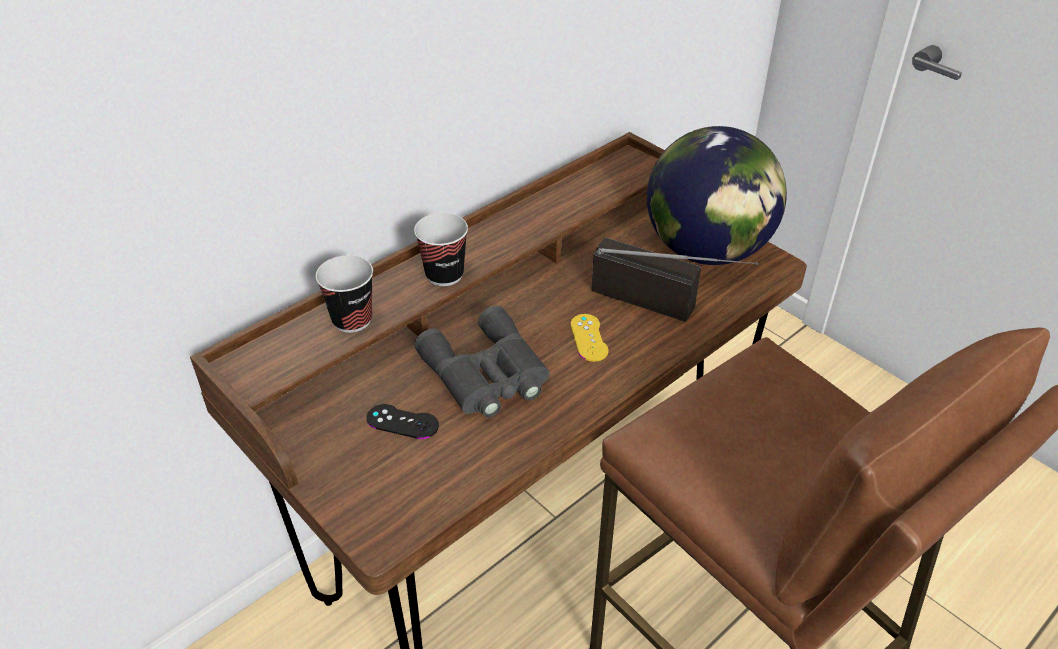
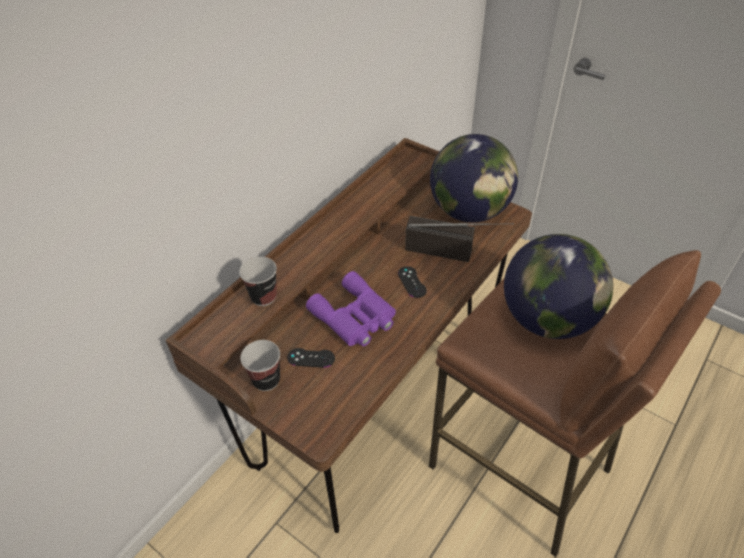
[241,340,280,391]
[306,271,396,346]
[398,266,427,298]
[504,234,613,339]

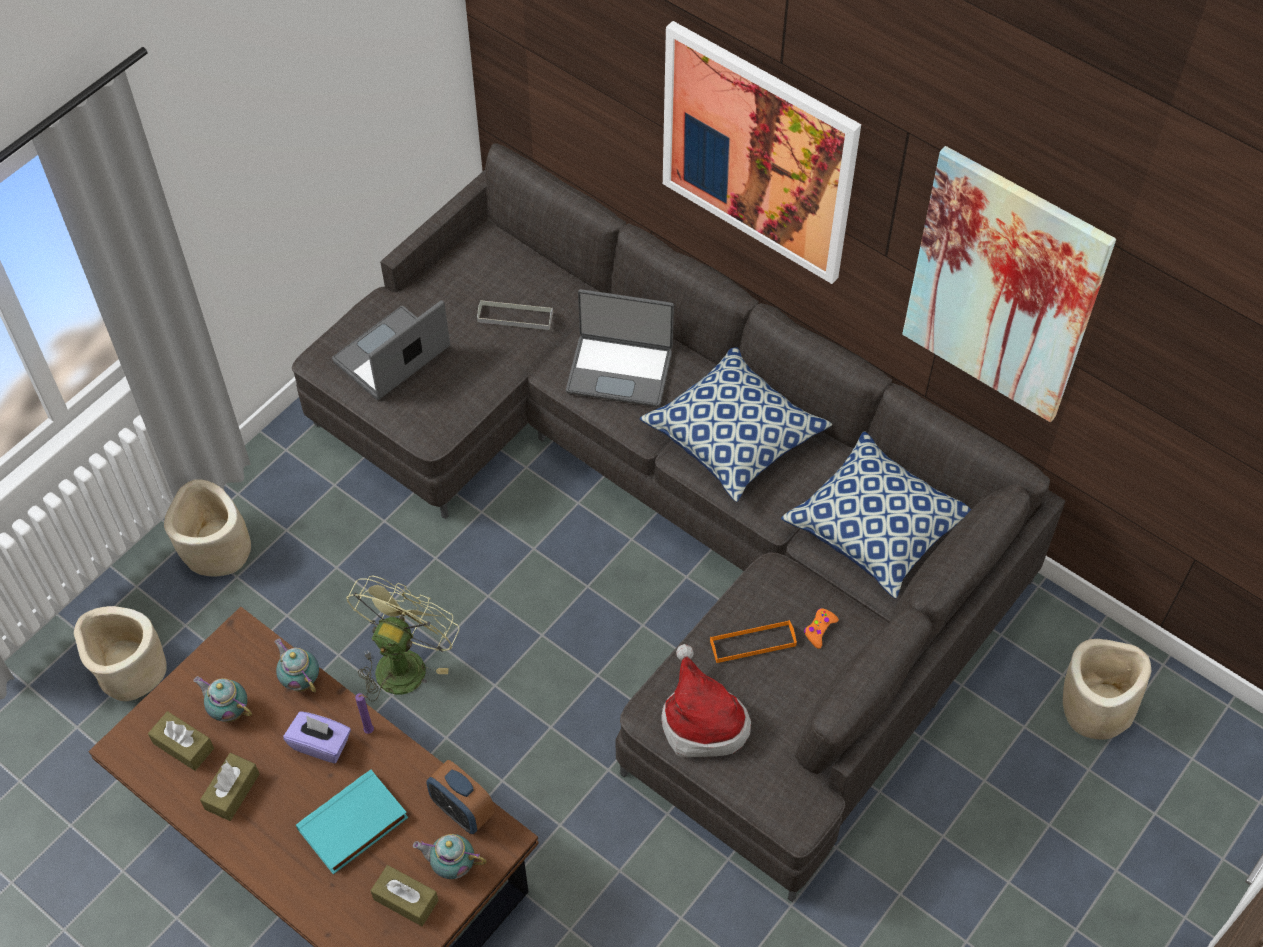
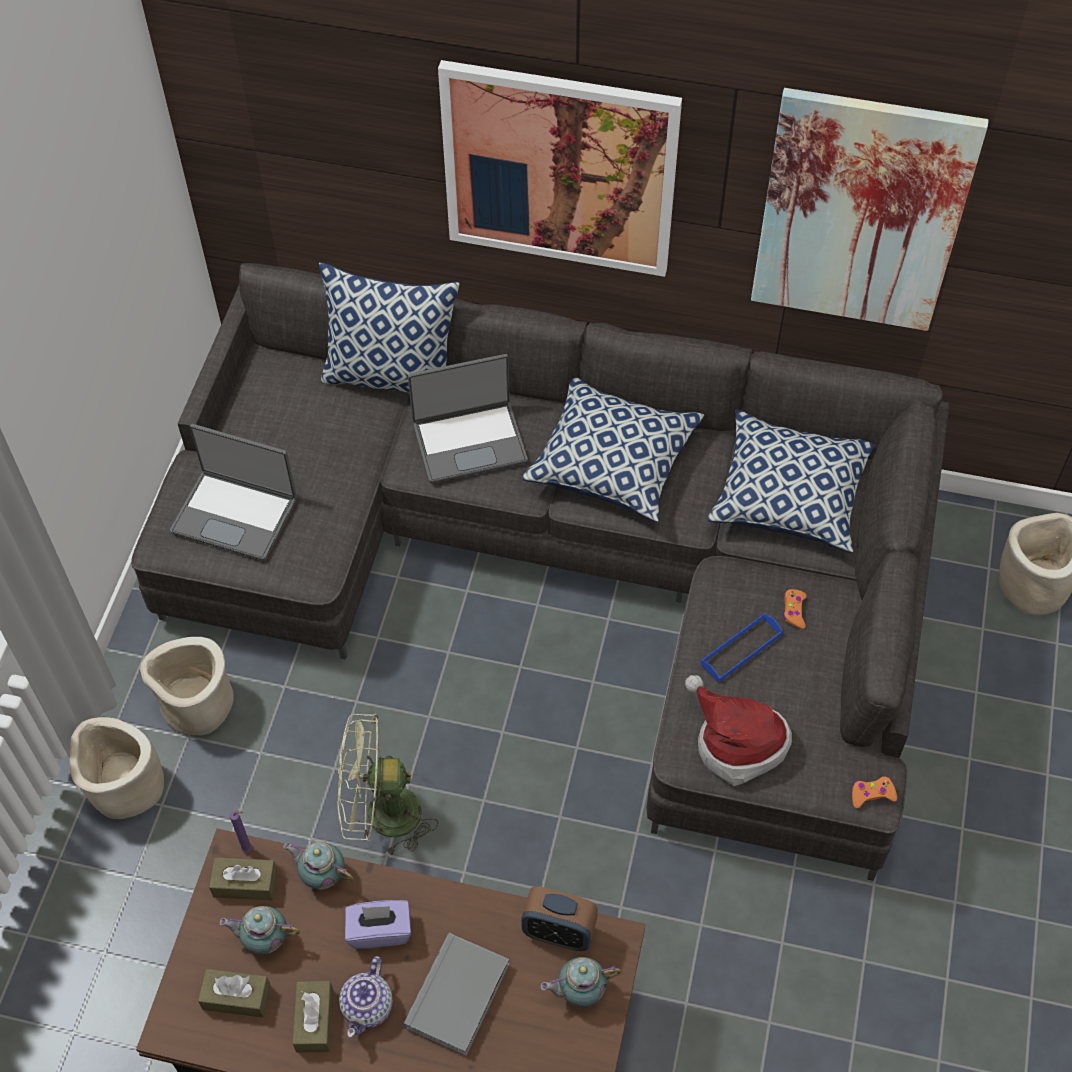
[170,424,296,561]
[477,300,553,330] (first image)
[337,714,438,857]
[140,637,234,736]
[701,613,783,682]
[230,811,252,853]
[403,933,509,1056]
[209,857,278,901]
[319,262,460,393]
[852,776,897,808]
[339,956,393,1038]

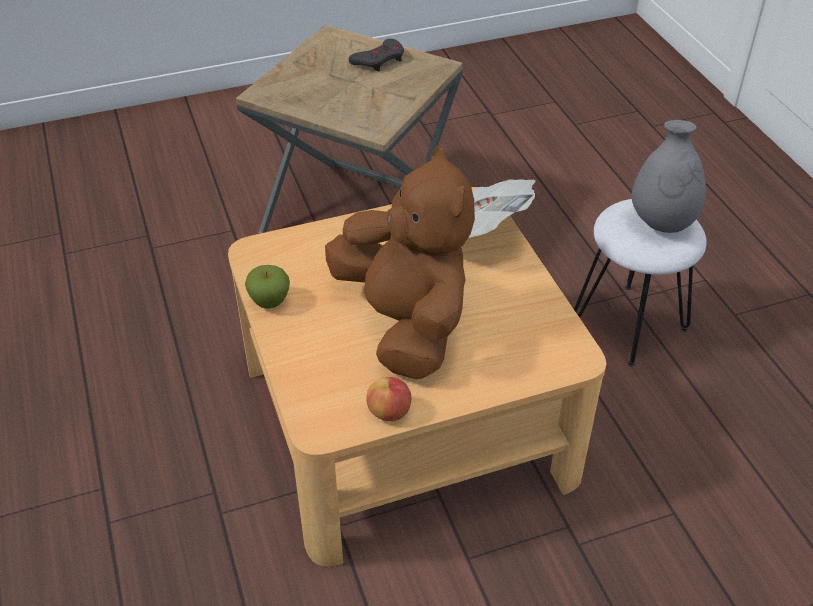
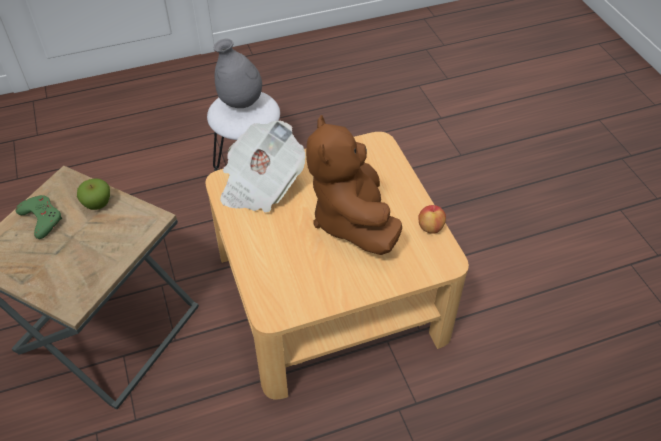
[16,195,62,239]
[306,115,402,255]
[77,178,110,210]

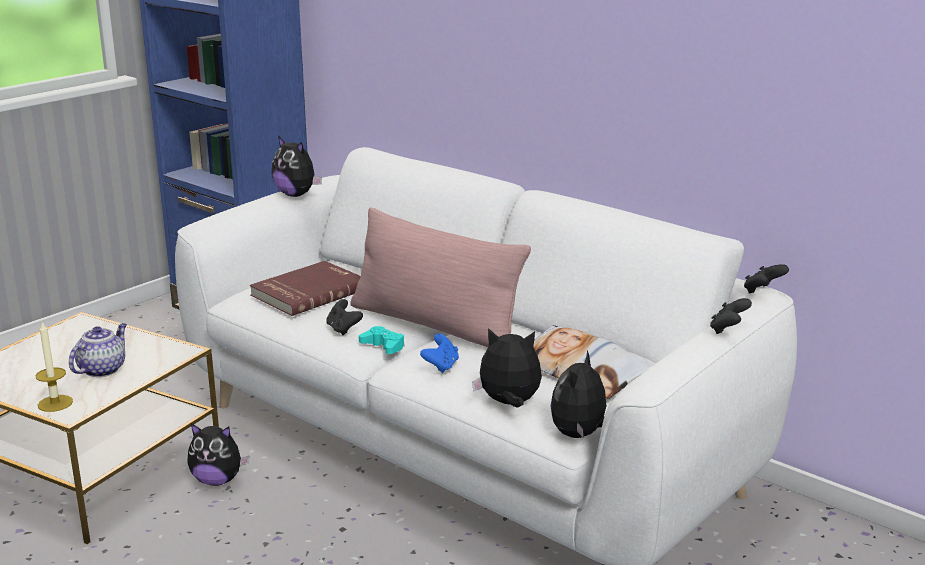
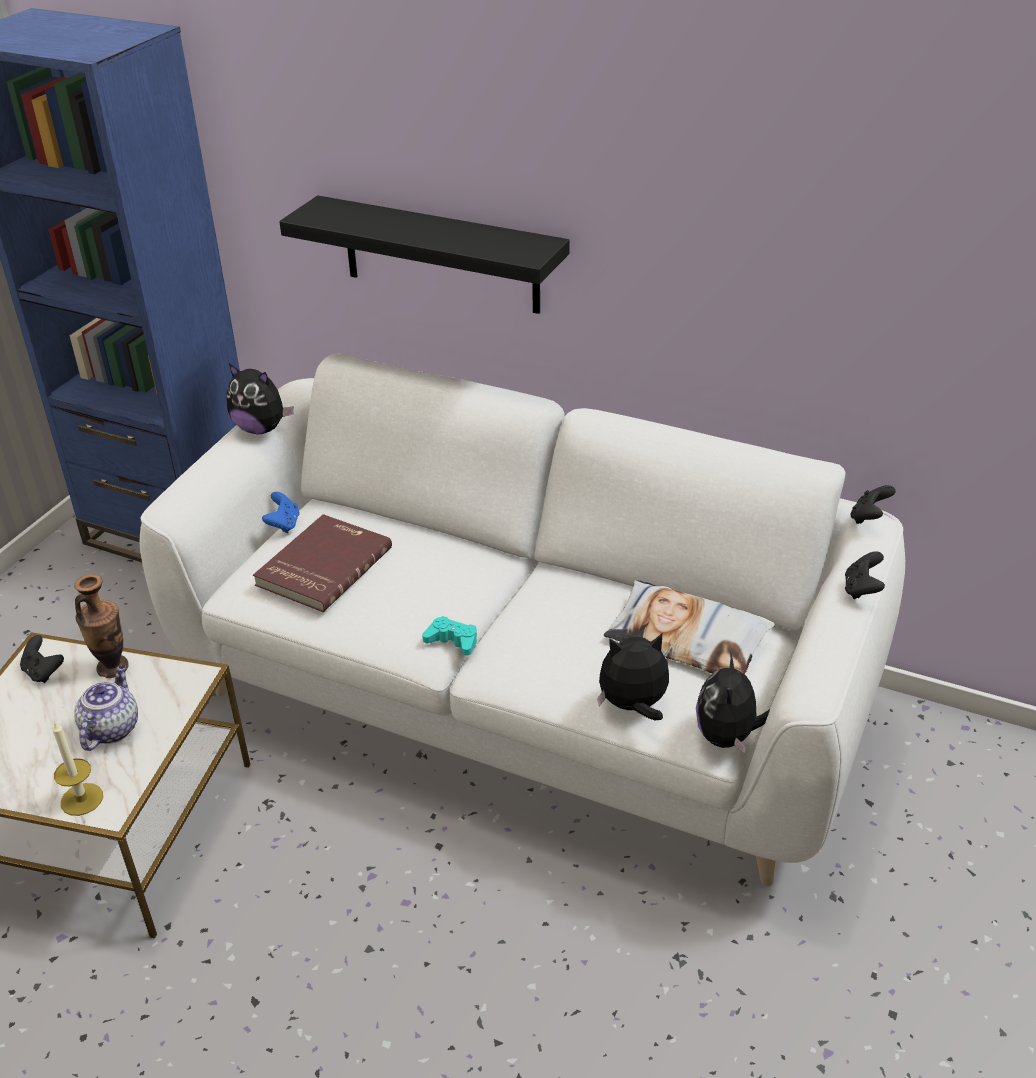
[350,207,531,347] (first image)
[20,635,64,683]
[262,492,300,533]
[187,424,249,486] (first image)
[279,195,570,314]
[74,575,129,678]

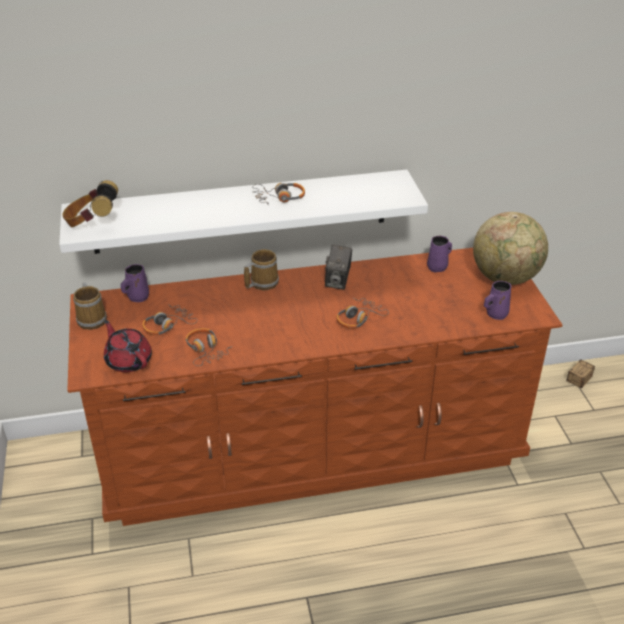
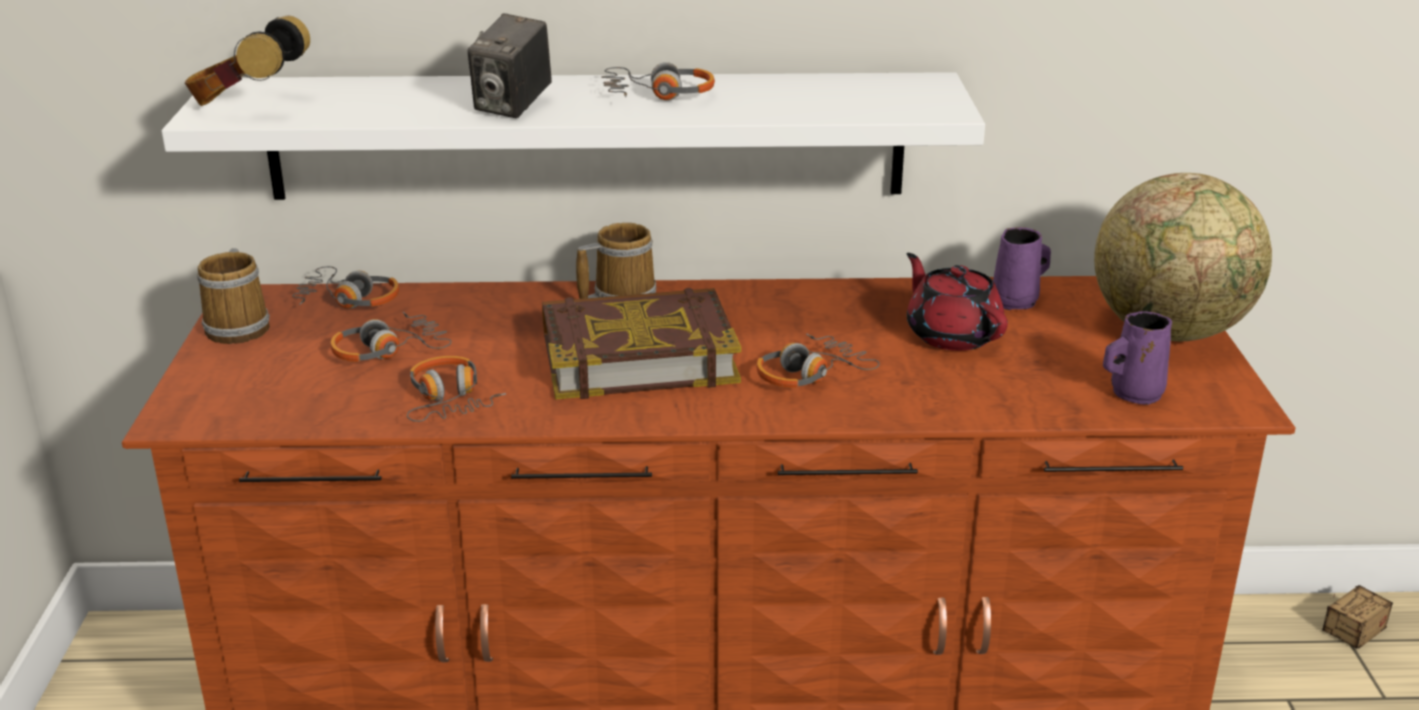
[468,13,552,118]
[293,266,399,308]
[907,253,1008,351]
[542,288,741,400]

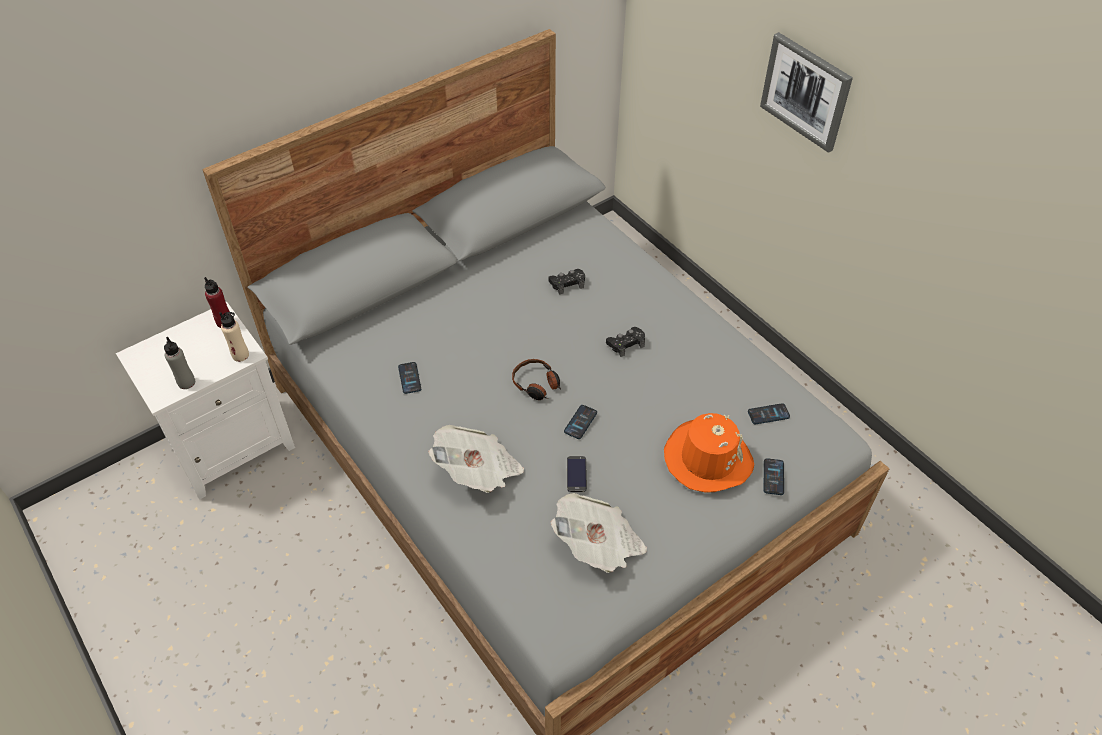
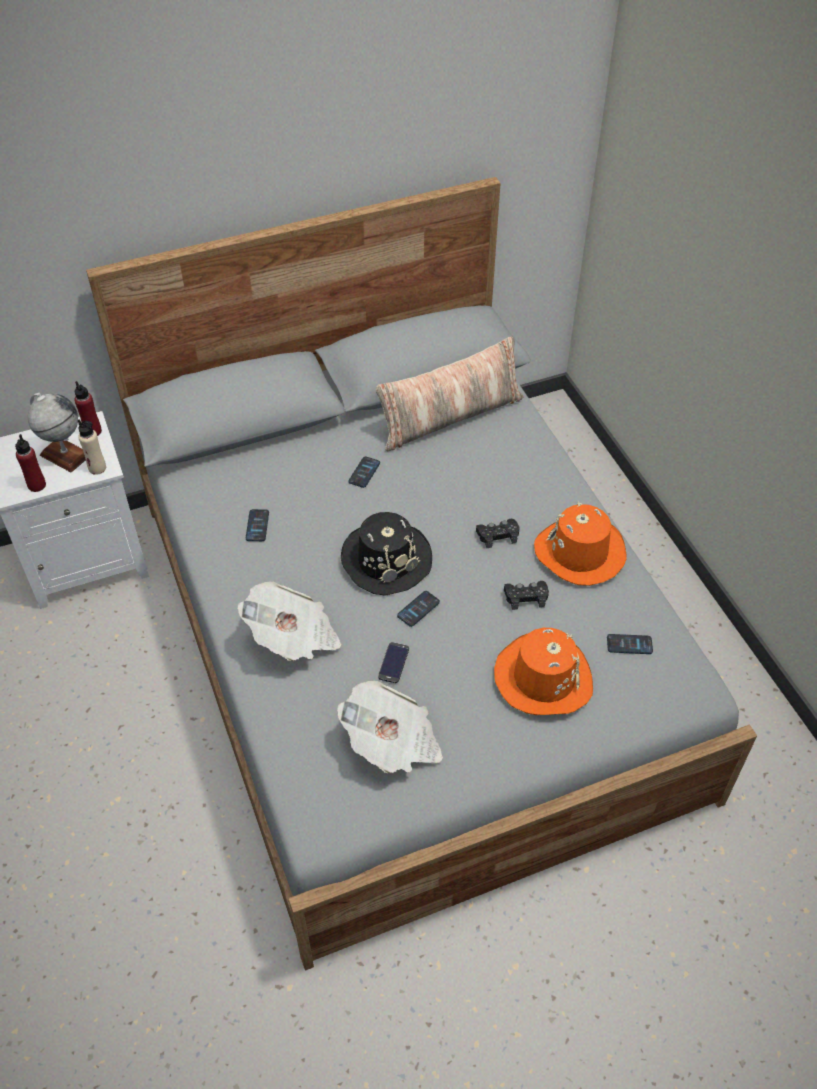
[760,32,853,153] (first image)
[504,581,549,610]
[15,434,46,492]
[341,512,432,596]
[348,457,380,488]
[376,336,524,451]
[28,393,86,472]
[534,502,627,586]

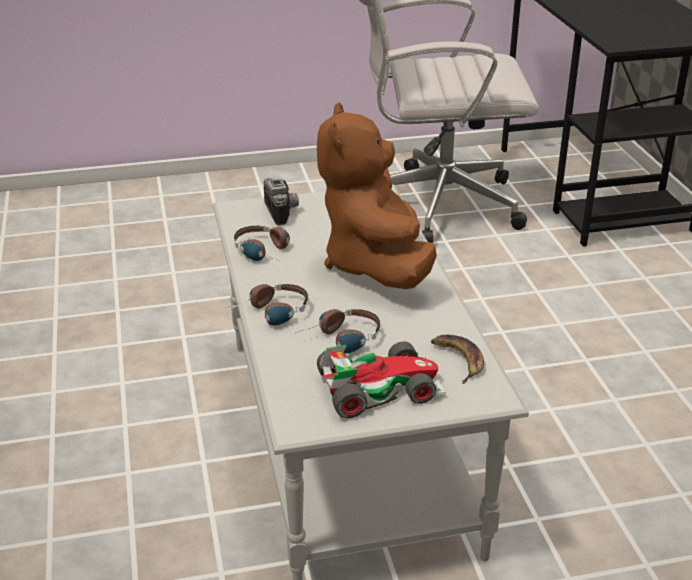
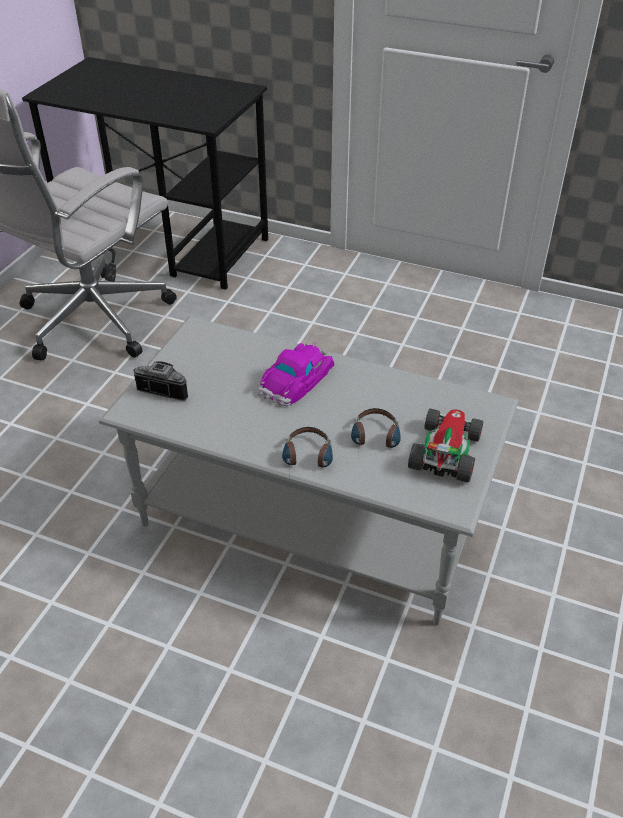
[258,341,334,406]
[234,225,290,261] (first image)
[431,335,484,384] (first image)

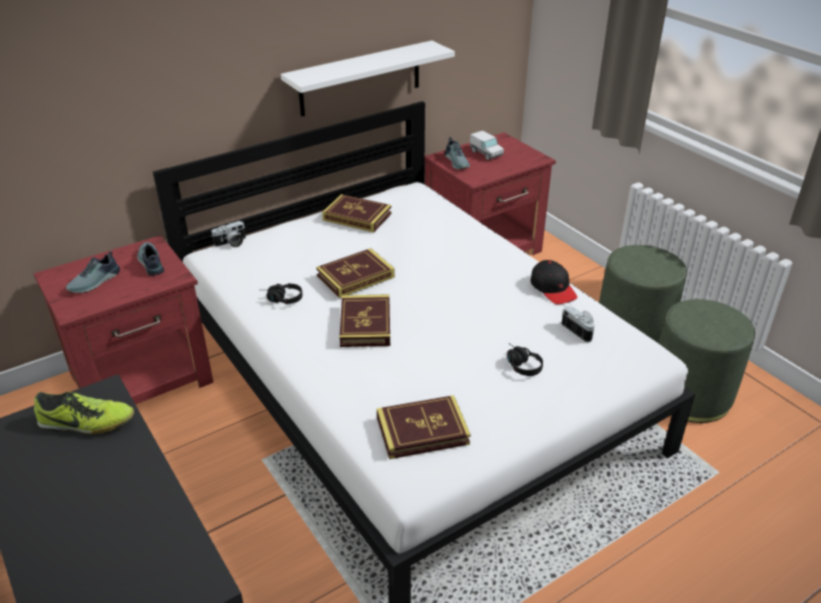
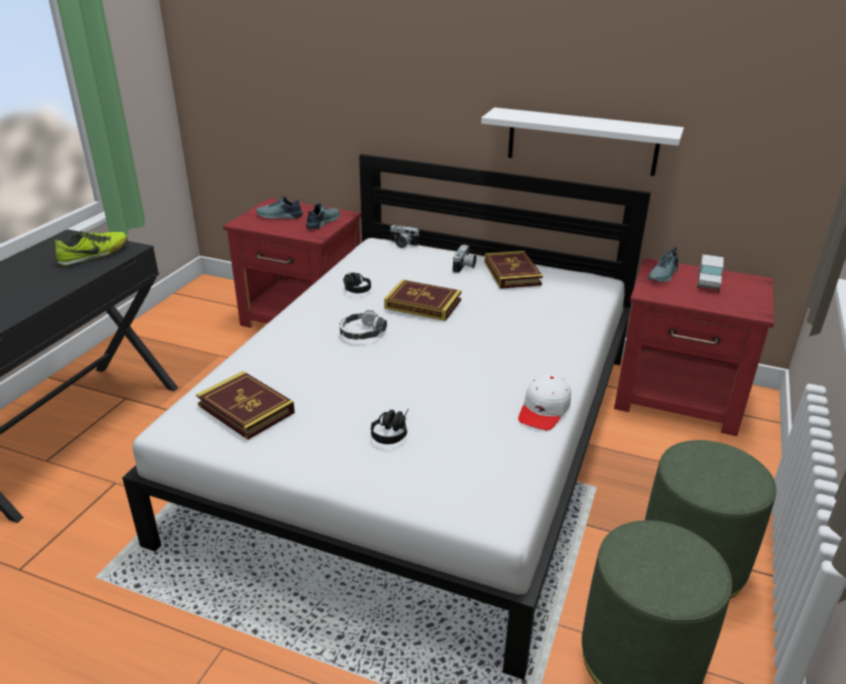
[518,374,571,431]
[339,310,387,340]
[453,245,476,273]
[55,231,128,266]

